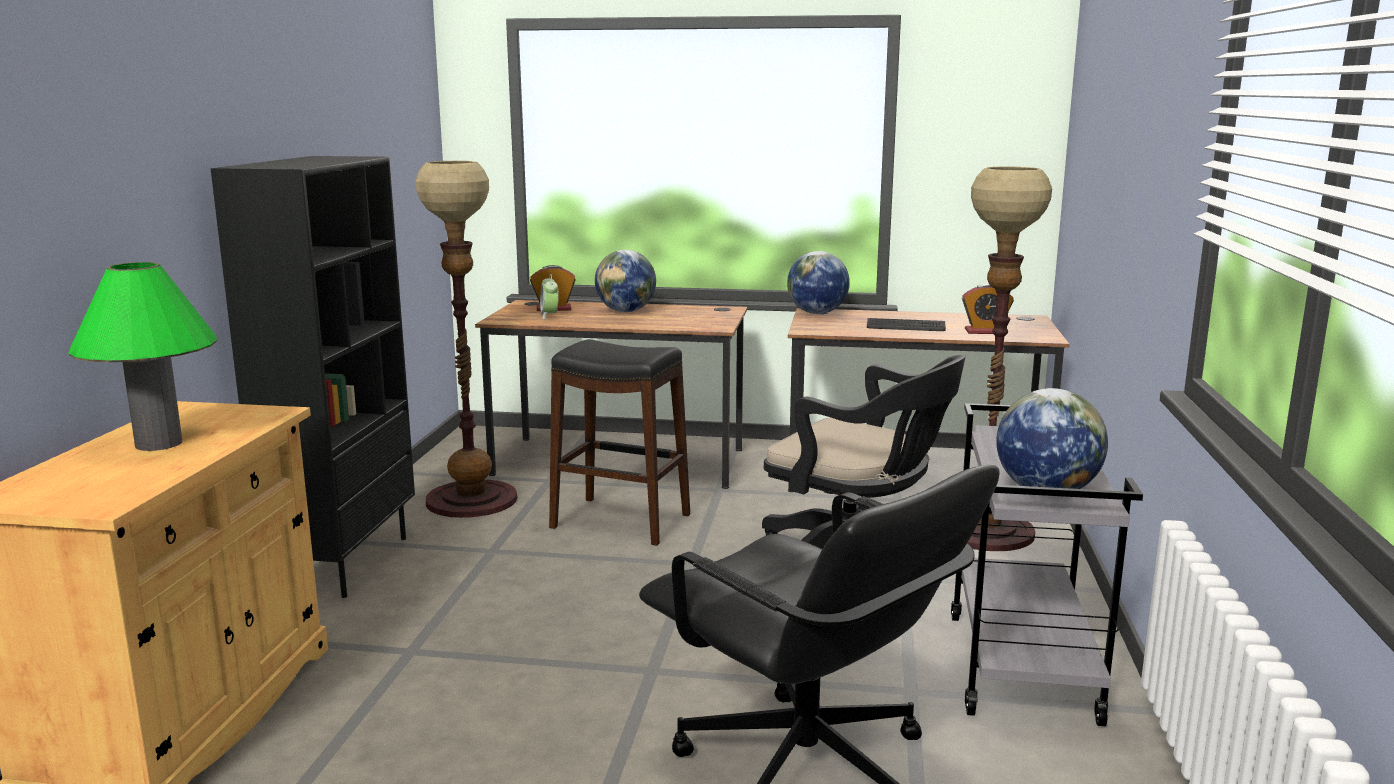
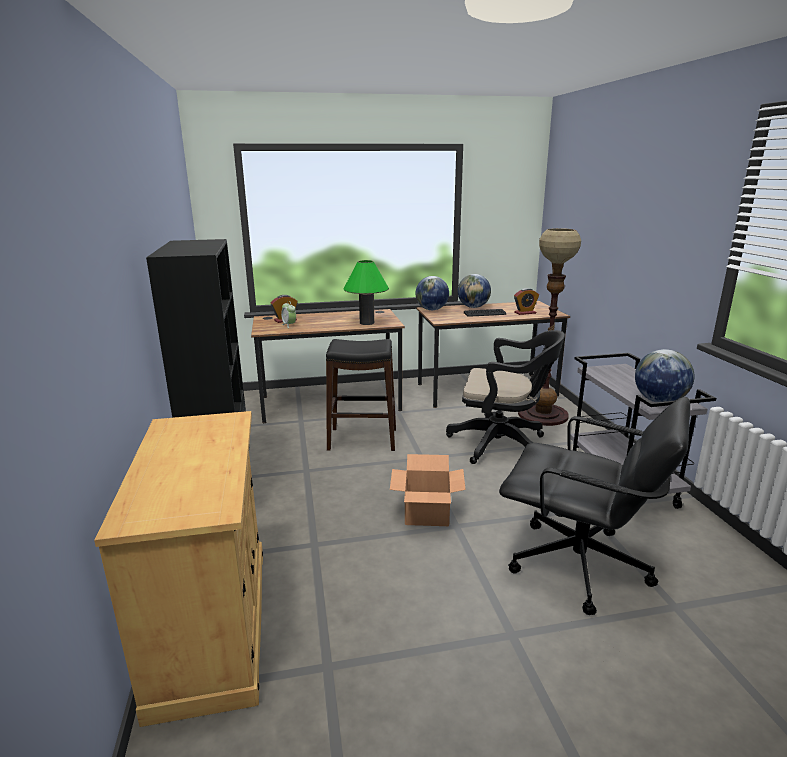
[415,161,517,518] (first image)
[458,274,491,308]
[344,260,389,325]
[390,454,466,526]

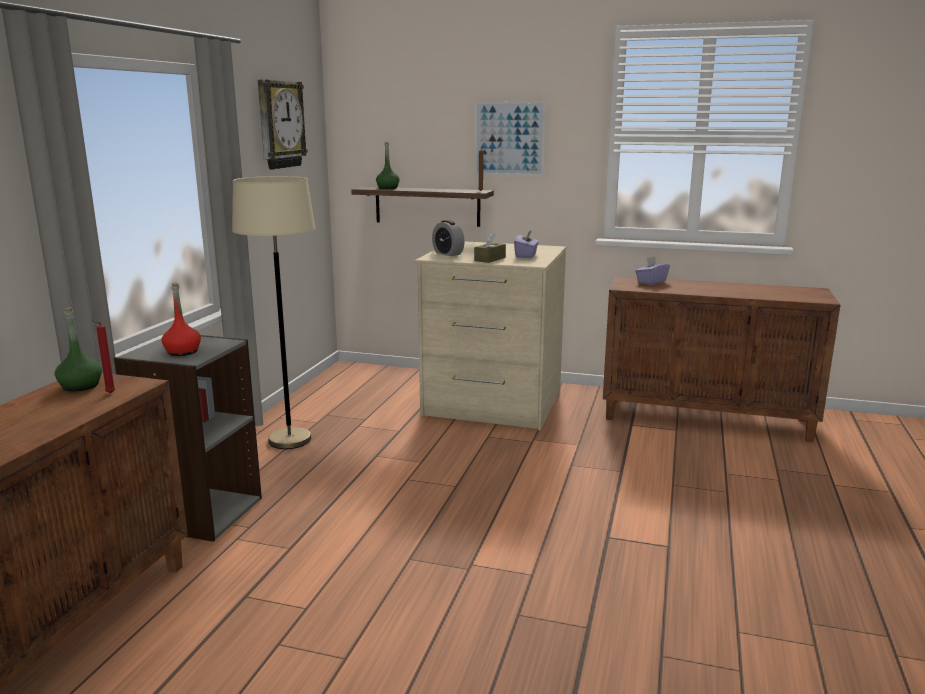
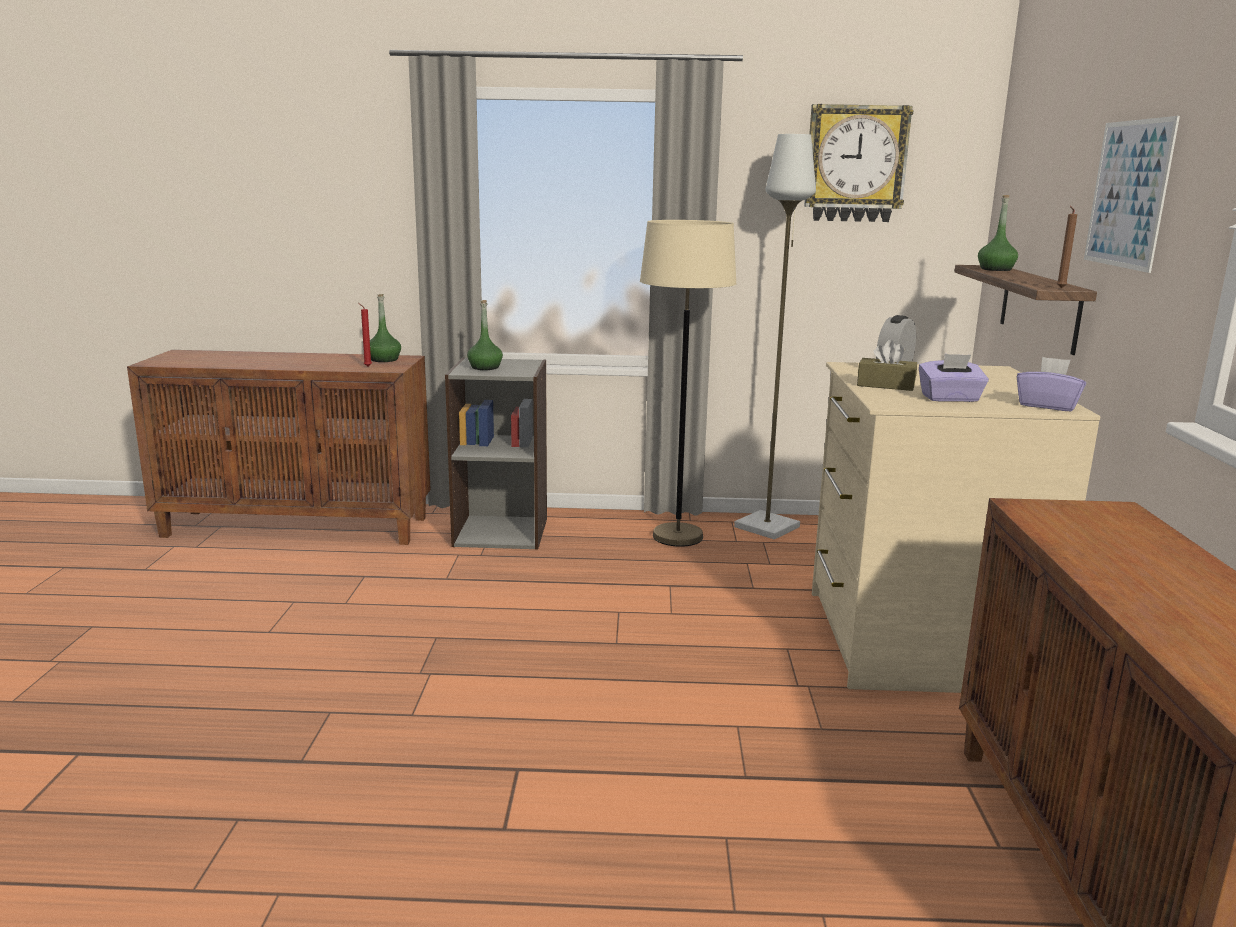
[1017,357,1086,411]
[467,300,503,370]
[734,134,816,539]

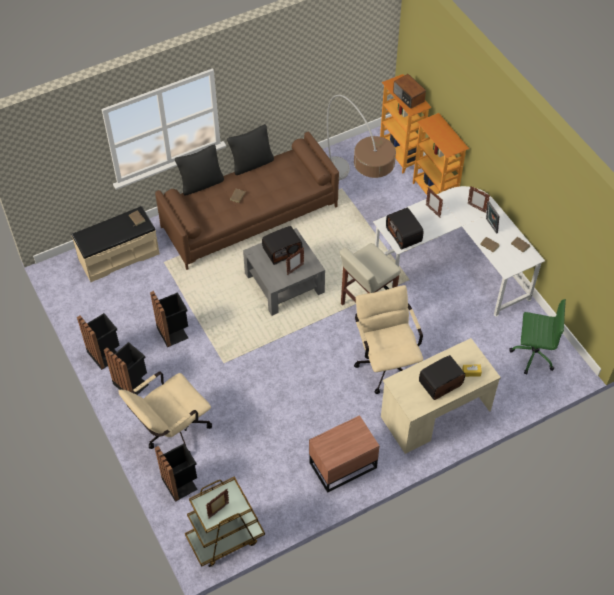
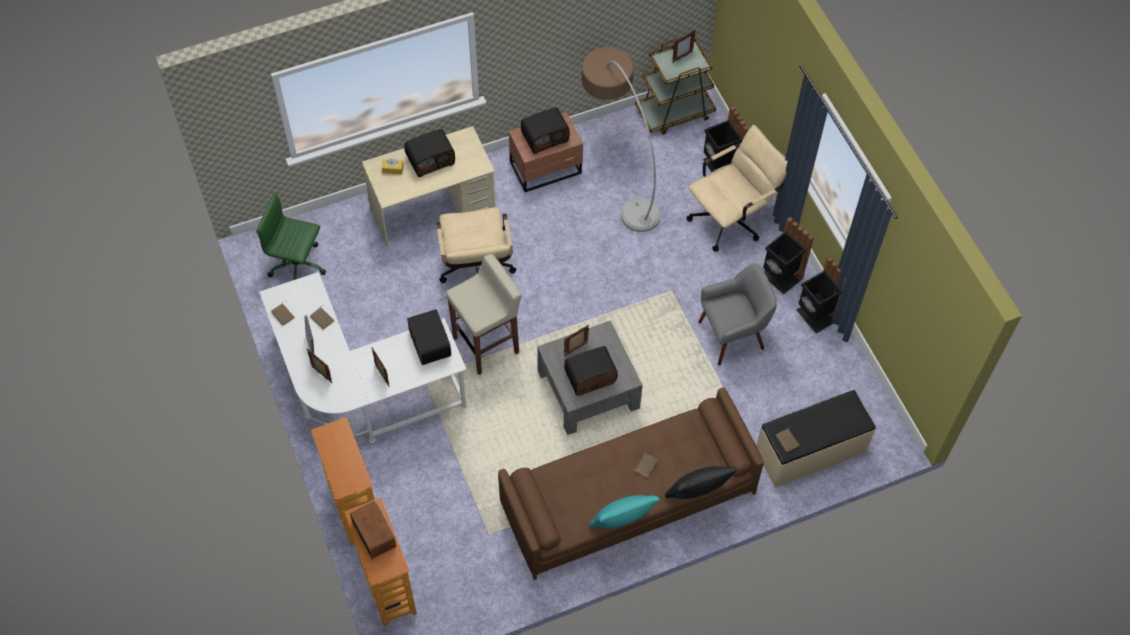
[581,47,661,232]
[589,495,660,529]
[698,263,777,365]
[521,107,570,154]

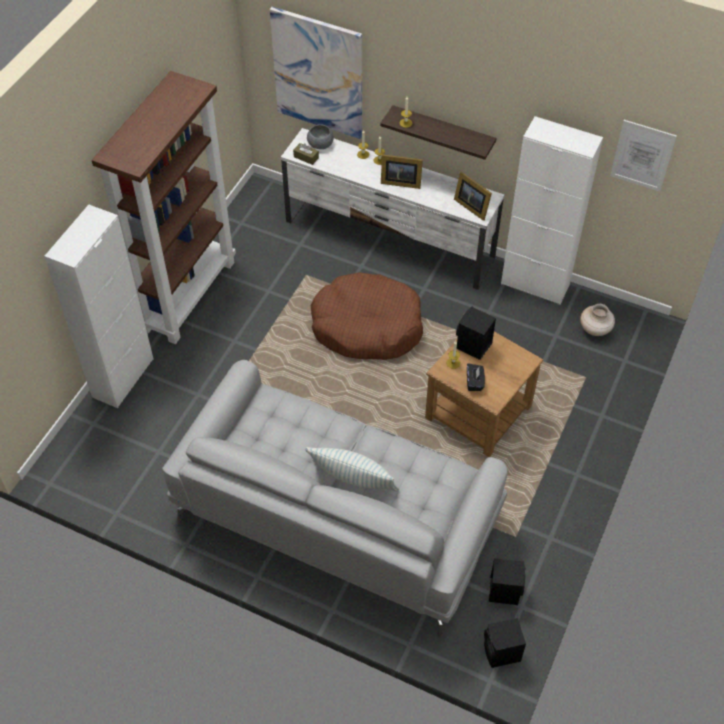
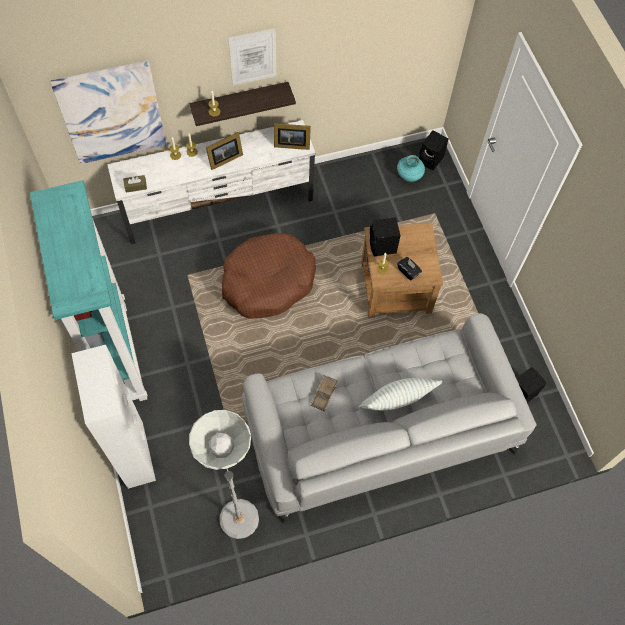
[30,180,148,401]
[501,116,603,305] (first image)
[228,28,277,85]
[307,124,333,149] (first image)
[397,155,425,182]
[419,130,448,170]
[310,375,338,411]
[189,410,259,539]

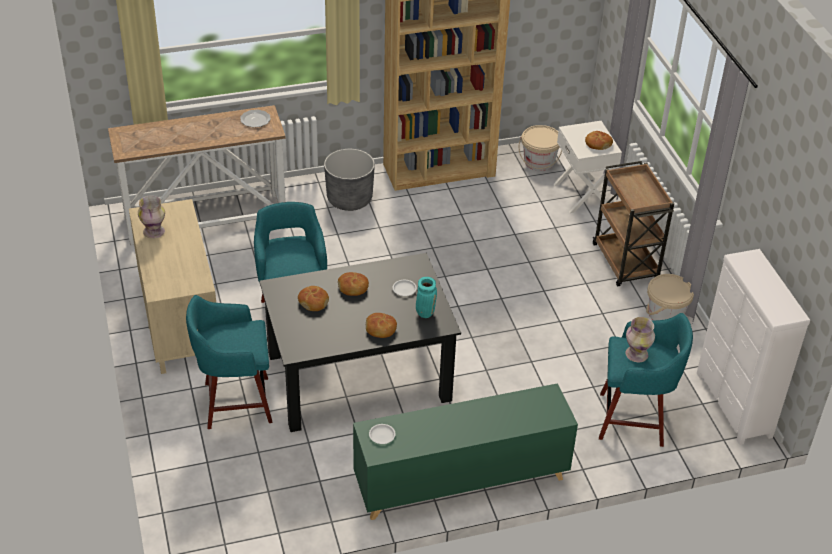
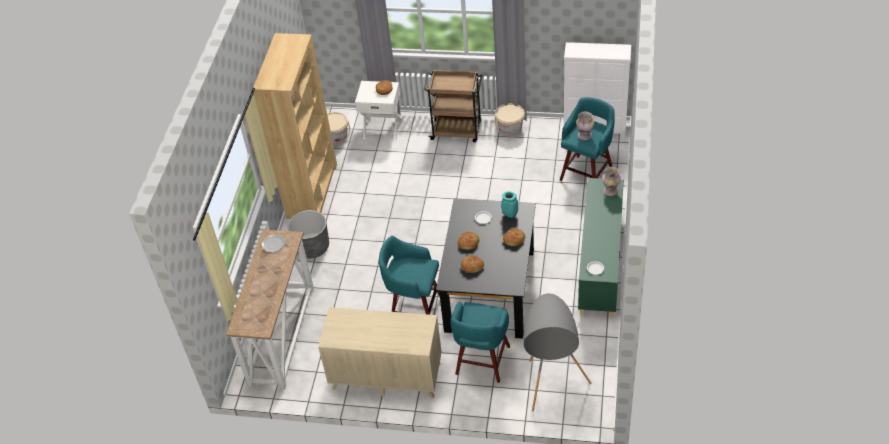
[602,167,621,196]
[524,293,591,412]

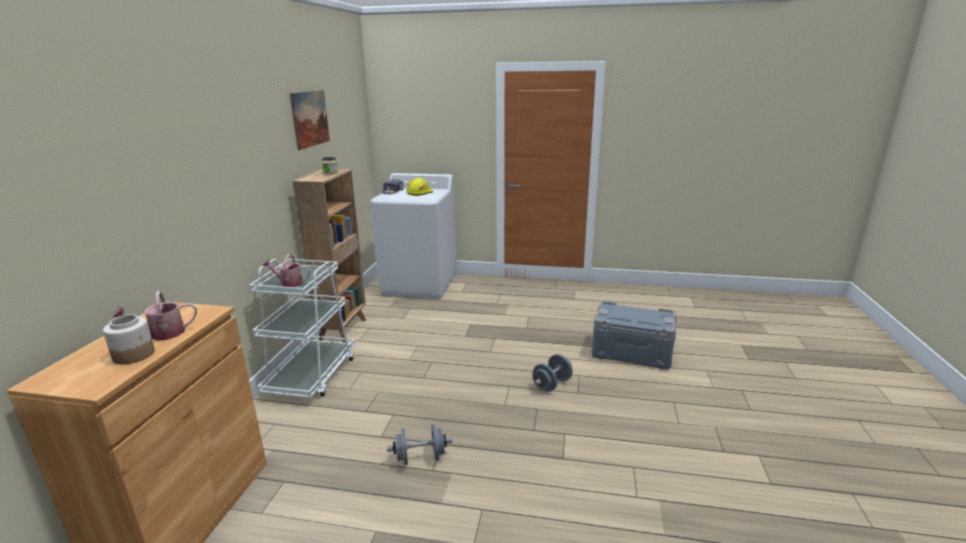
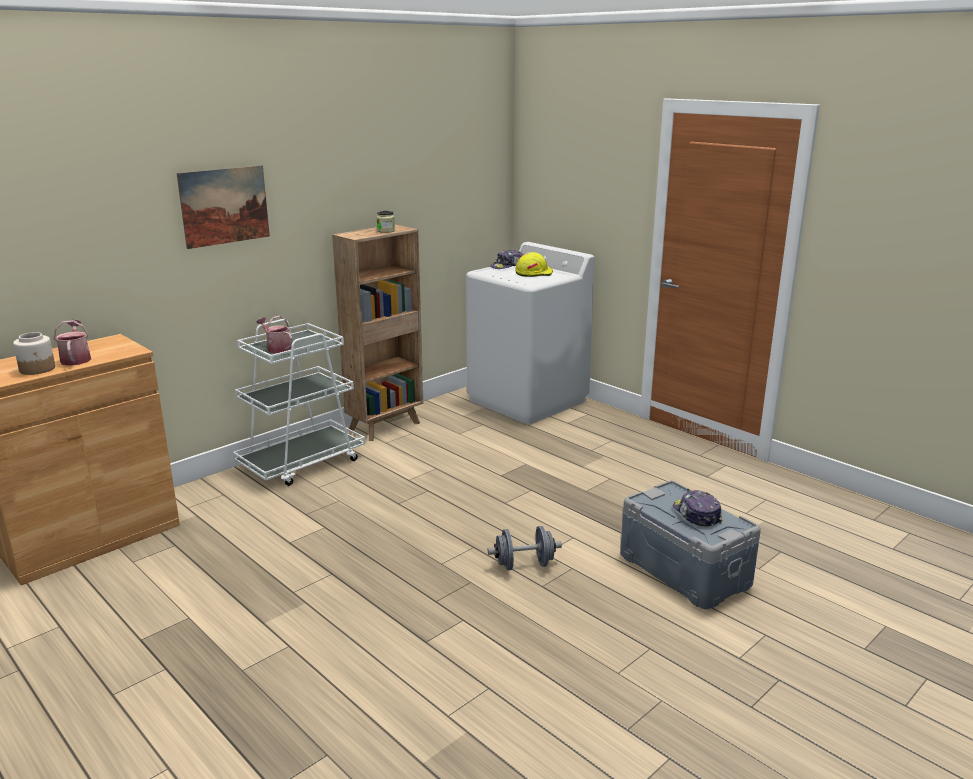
[176,165,270,249]
[54,320,91,366]
[387,424,452,465] (first image)
[673,490,722,526]

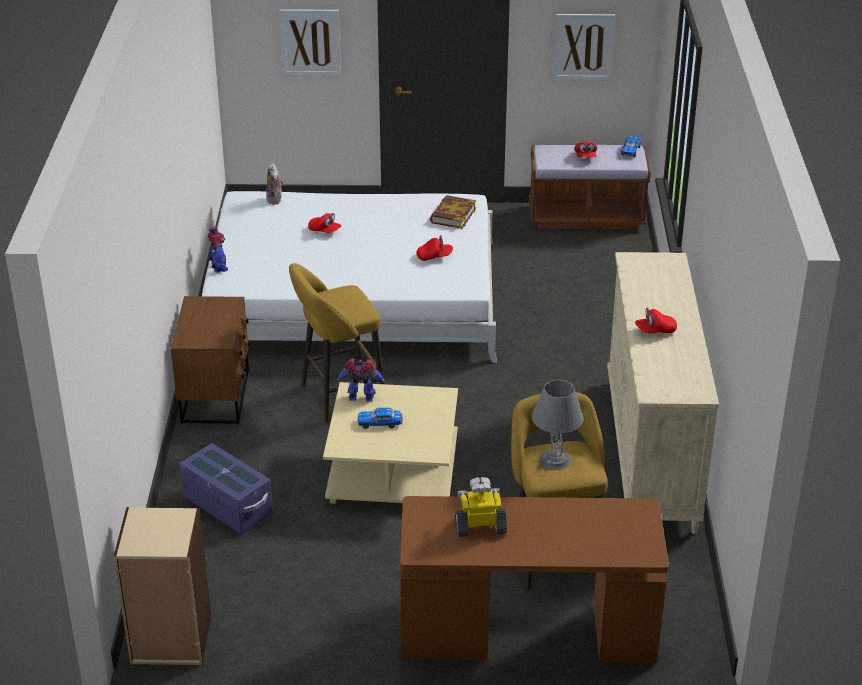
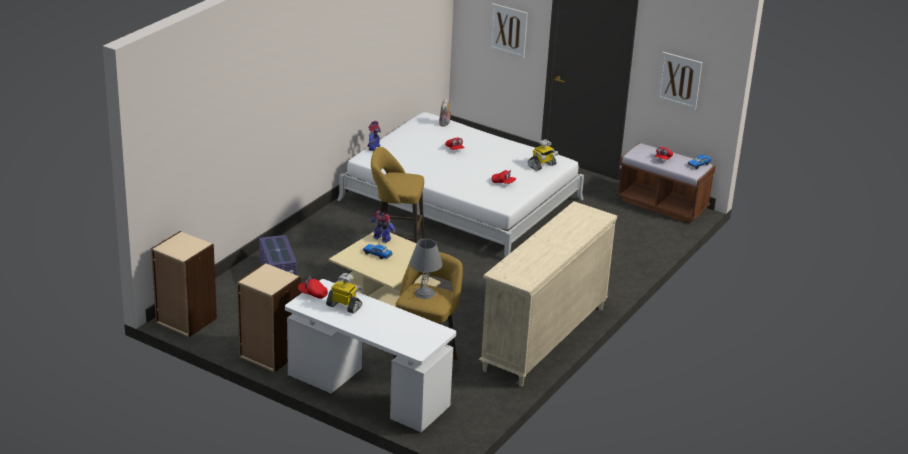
[528,139,558,171]
[171,296,250,424] (first image)
[298,276,328,299]
[285,279,456,432]
[237,263,301,373]

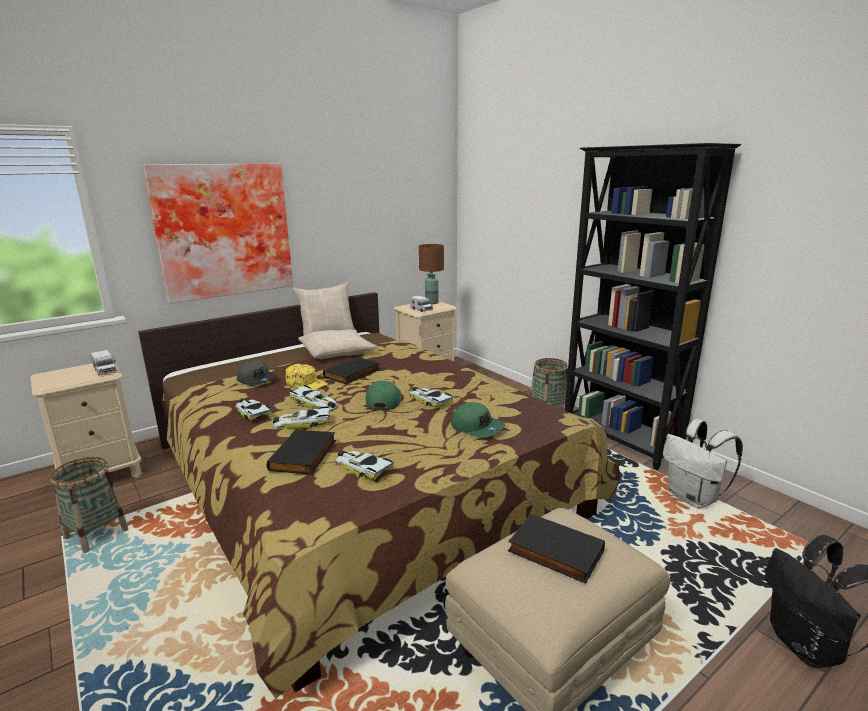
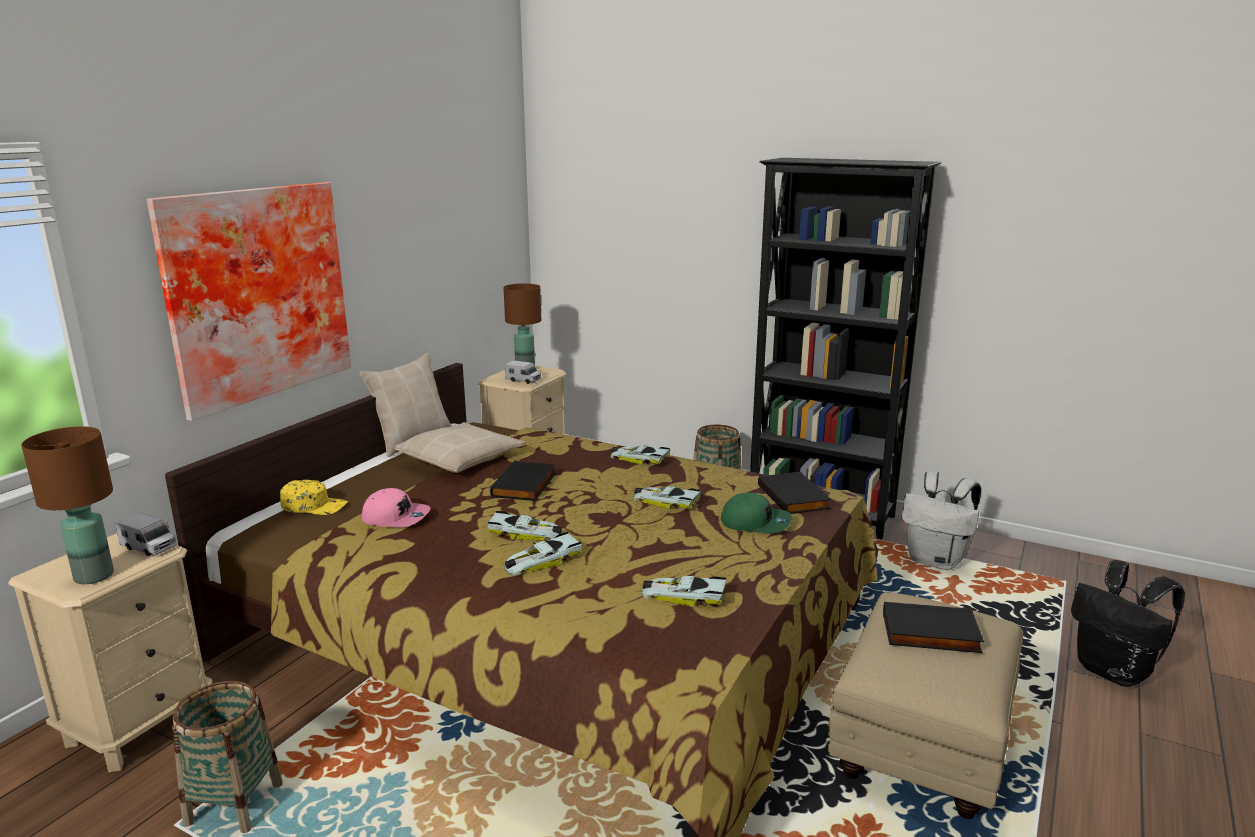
[362,488,430,528]
[280,480,348,515]
[366,381,401,410] (first image)
[611,445,671,465]
[758,472,831,514]
[21,426,114,584]

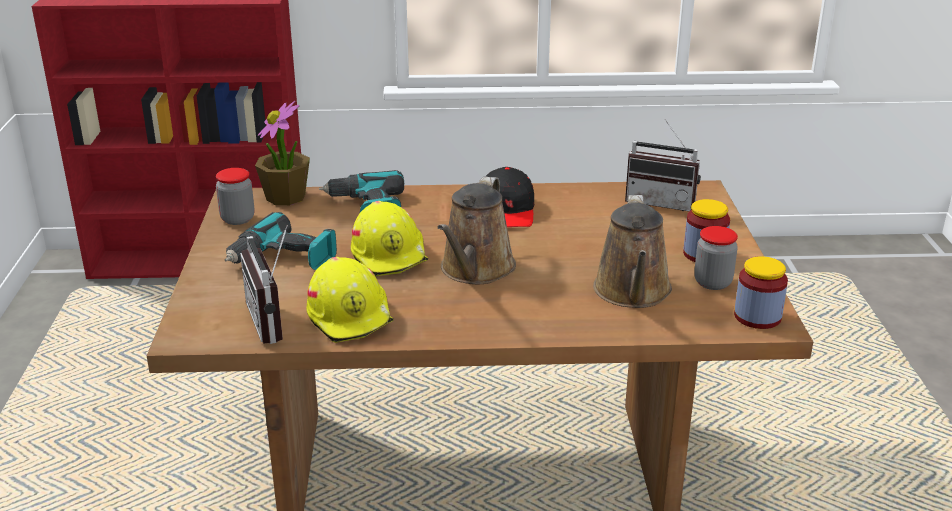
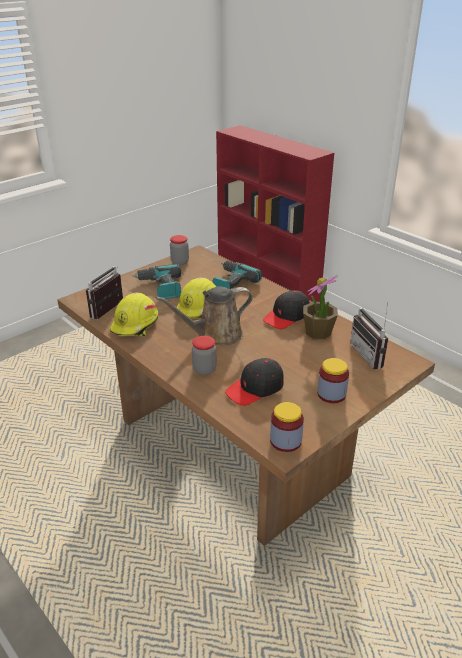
[303,275,339,339]
[225,358,284,406]
[192,336,217,375]

